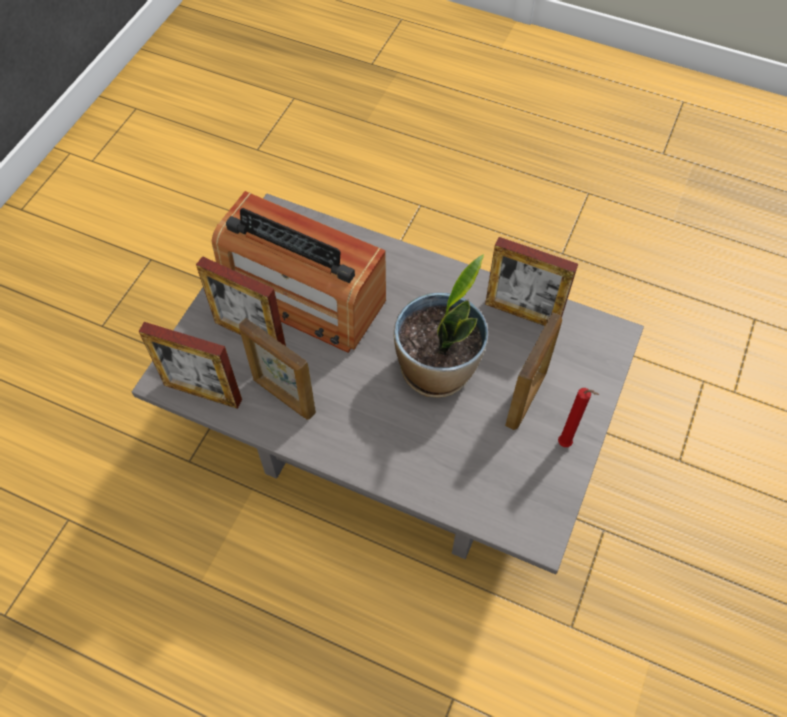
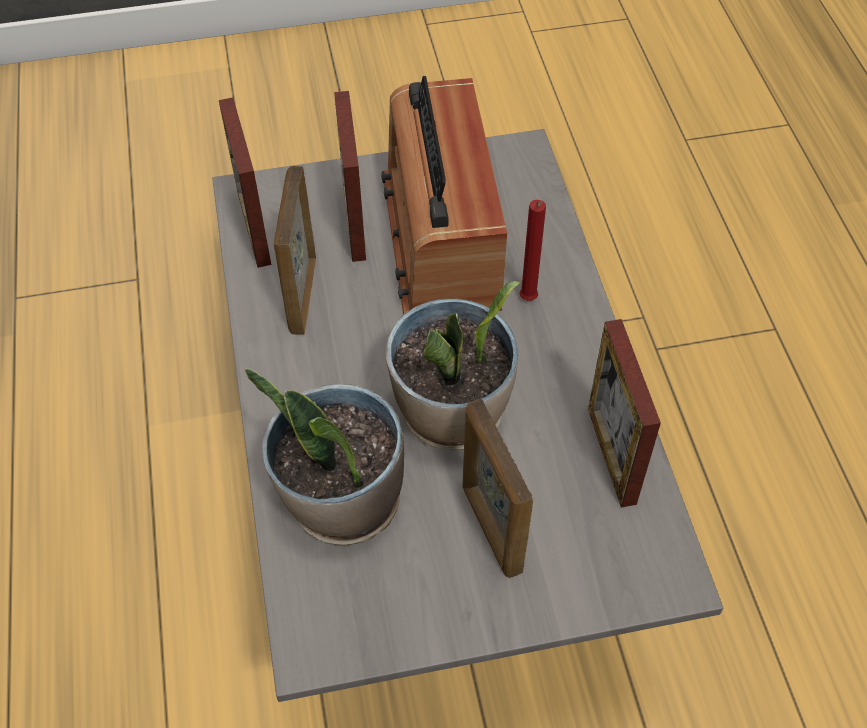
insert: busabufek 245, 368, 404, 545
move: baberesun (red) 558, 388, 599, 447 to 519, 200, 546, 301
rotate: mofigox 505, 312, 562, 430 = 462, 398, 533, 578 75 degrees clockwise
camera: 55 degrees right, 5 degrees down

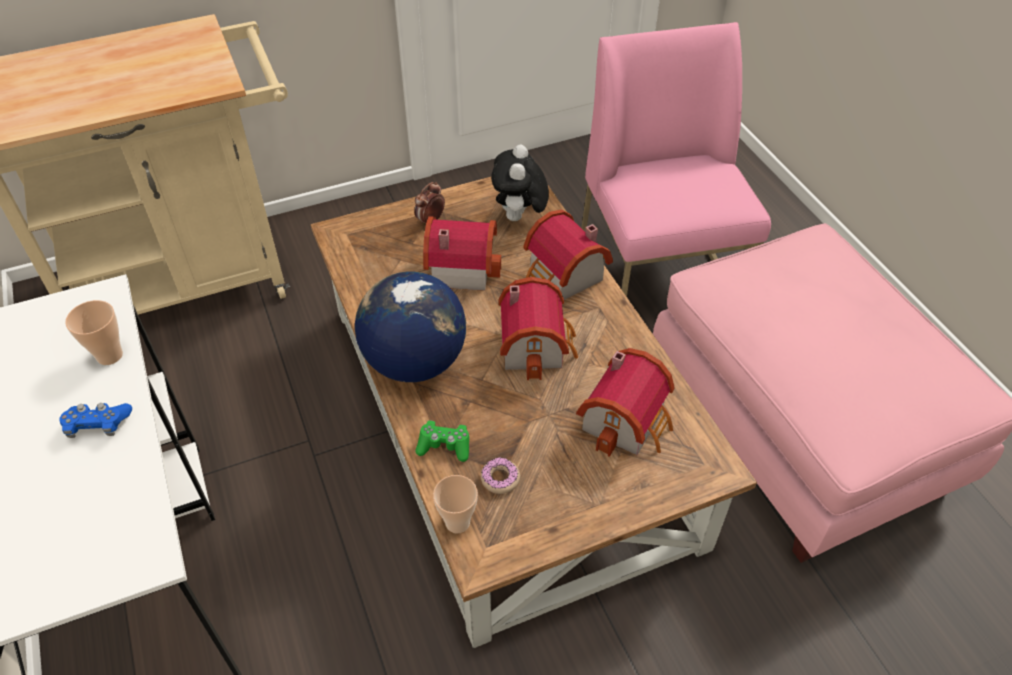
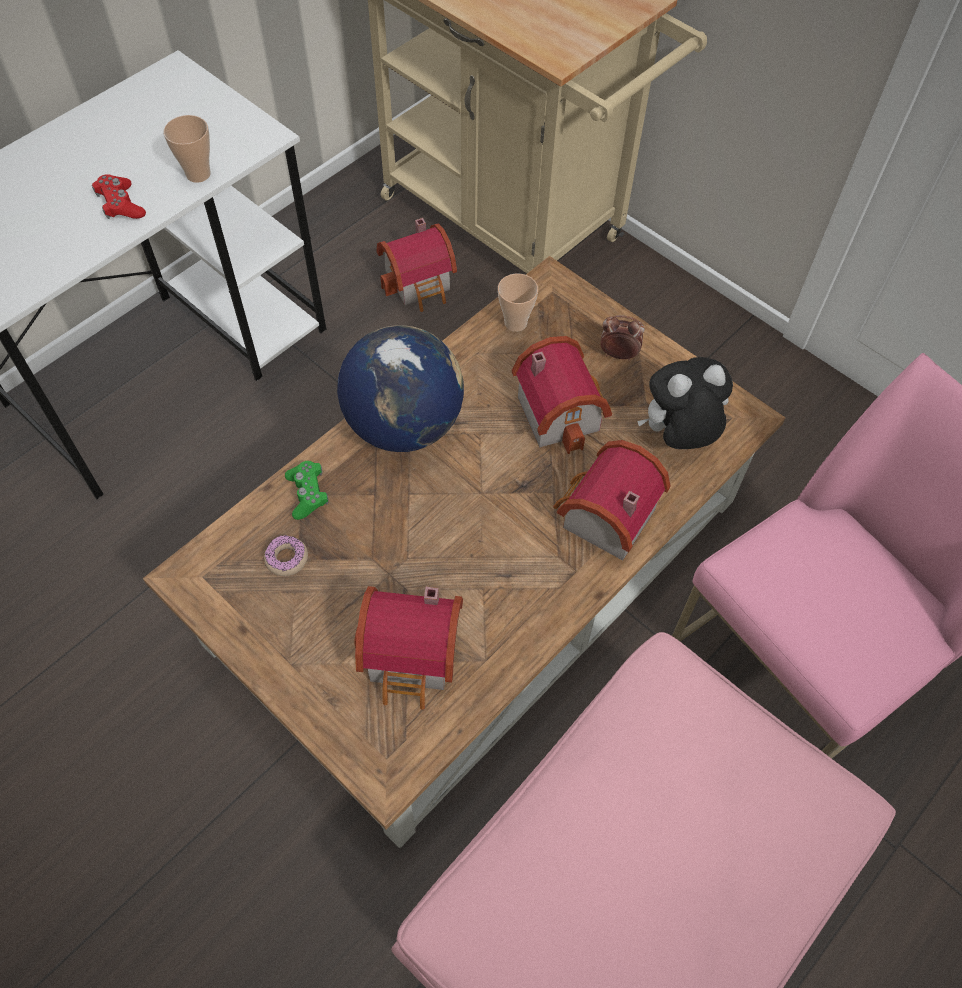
move: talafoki 499, 277, 578, 380 to 376, 218, 457, 312; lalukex 433, 475, 478, 533 to 498, 274, 538, 332
recolor: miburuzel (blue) 59, 403, 132, 438 to miburuzel (red) 92, 174, 146, 219
camera: 65 degrees right, 10 degrees up

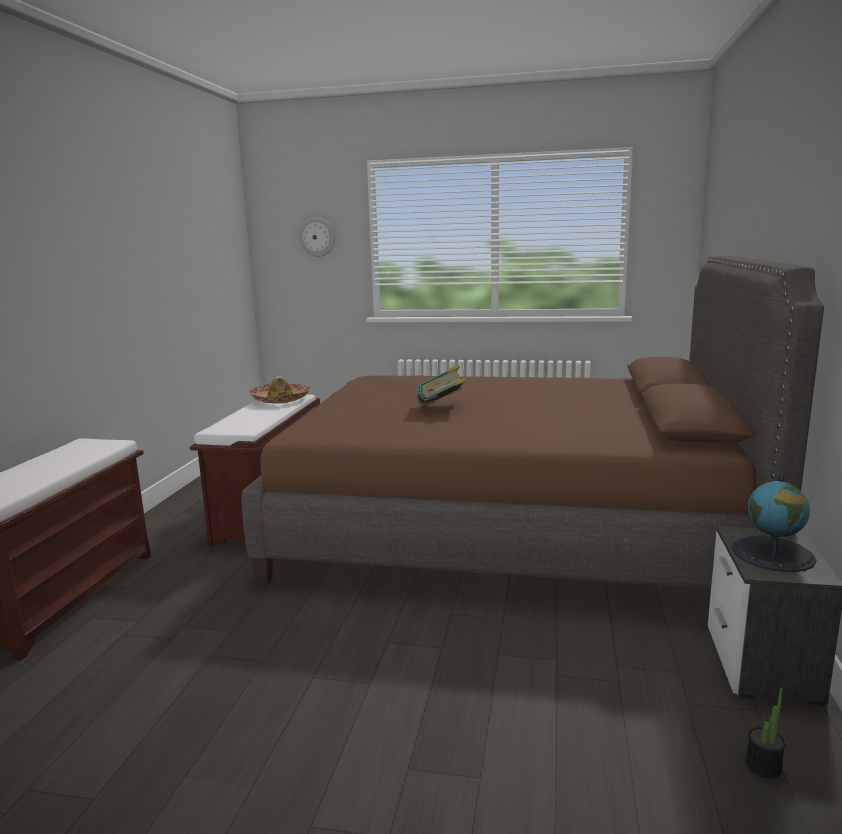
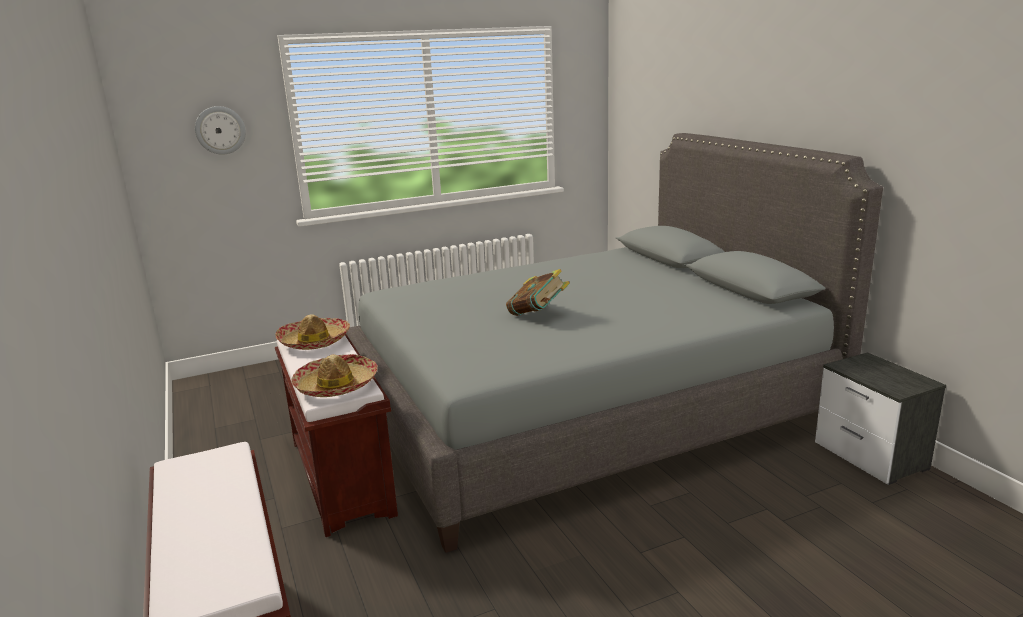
delete: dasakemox 732, 471, 816, 572; busabufek 745, 687, 786, 779
insert: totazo 291, 354, 377, 397
recolor: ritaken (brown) 241, 255, 824, 589 to ritaken (grey) 346, 133, 883, 553
camera: 35 degrees left, 5 degrees up

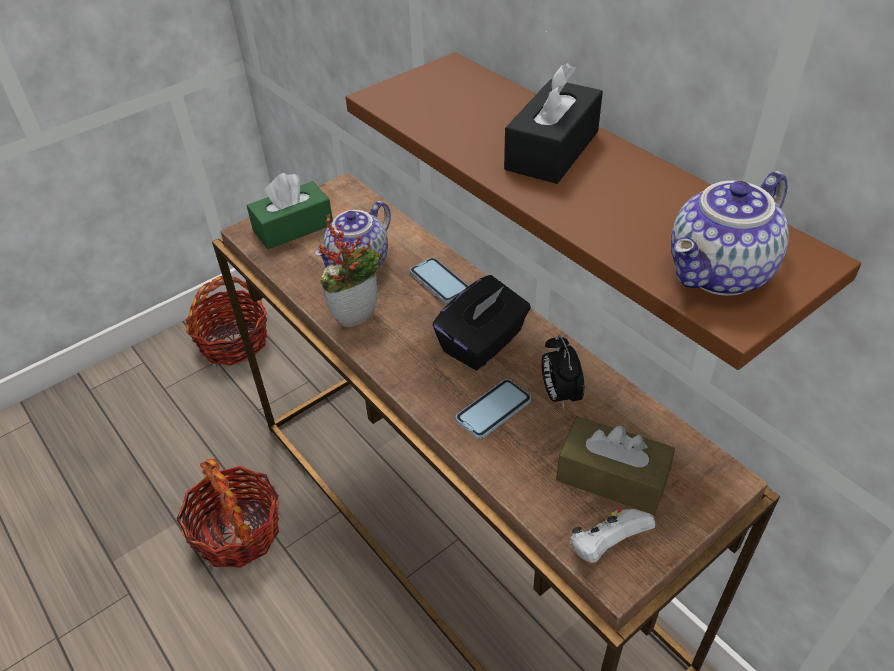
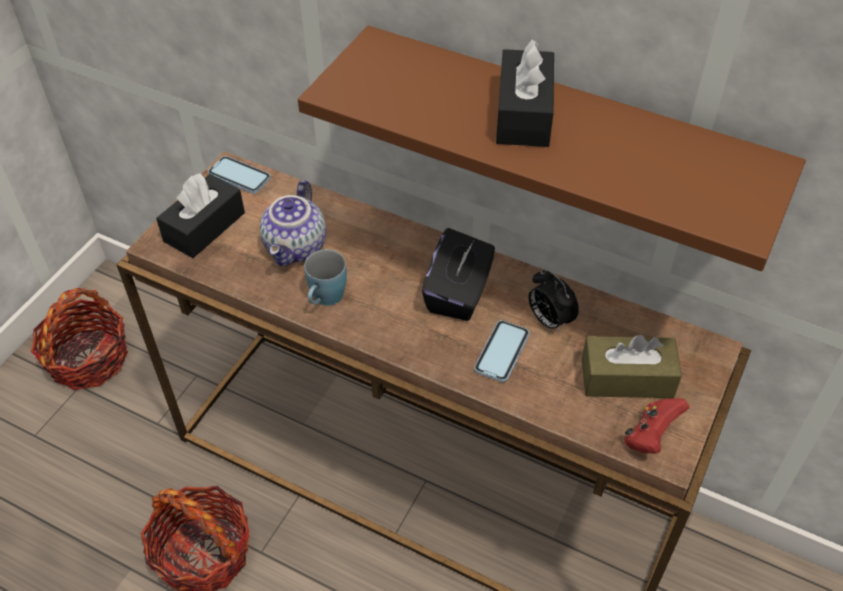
delete: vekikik 671, 171, 789, 296
move: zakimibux 410, 258, 469, 303 to 208, 156, 271, 194
replace: busabufek 319, 214, 381, 328 to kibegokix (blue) 304, 249, 347, 306
recolor: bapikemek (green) 247, 173, 333, 250 to bapikemek (black) 156, 173, 245, 258; miburuzel (white) 570, 509, 656, 563 to miburuzel (red) 624, 398, 689, 453
camera: 25 degrees left, 5 degrees up

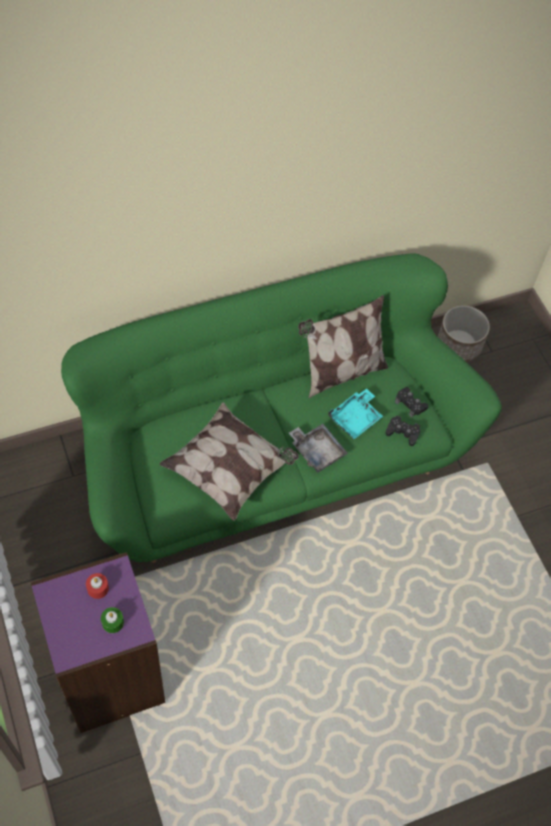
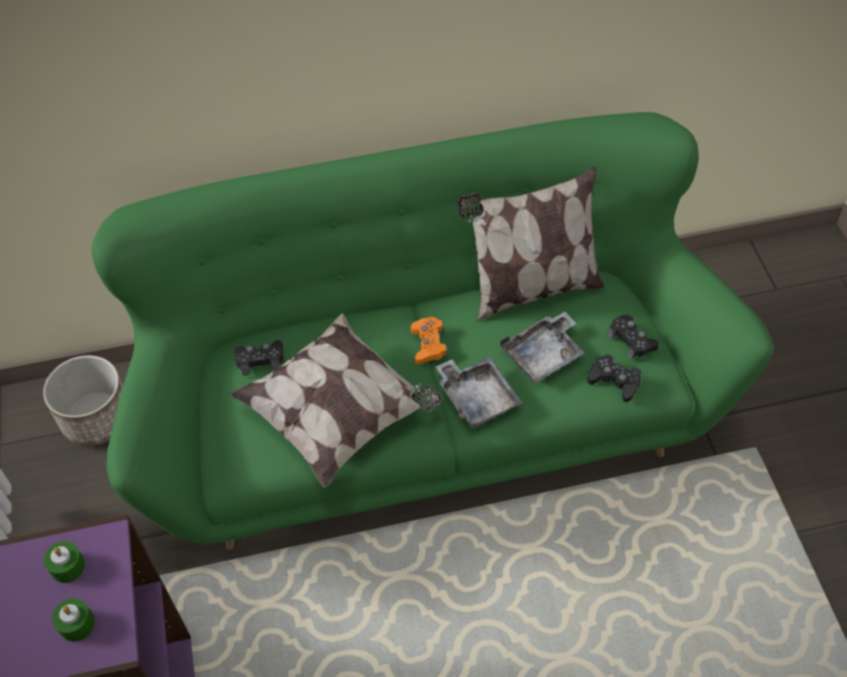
insert: miburuzel (orange) 411, 317, 447, 364; miburuzel (black) 235, 340, 284, 376
move: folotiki 438, 305, 490, 362 to 43, 355, 123, 446
recolor: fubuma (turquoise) 328, 388, 383, 439 to fubuma (grey) 500, 312, 585, 383; baberesun (red) 86, 573, 109, 599 to baberesun (green) 44, 541, 85, 583
camera: 15 degrees right, 5 degrees down

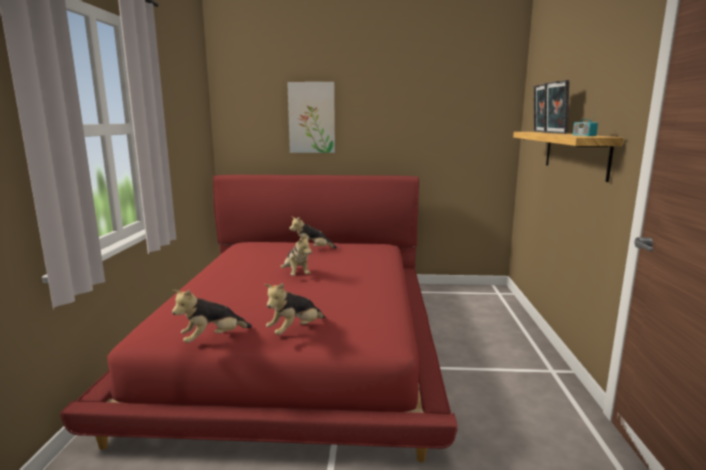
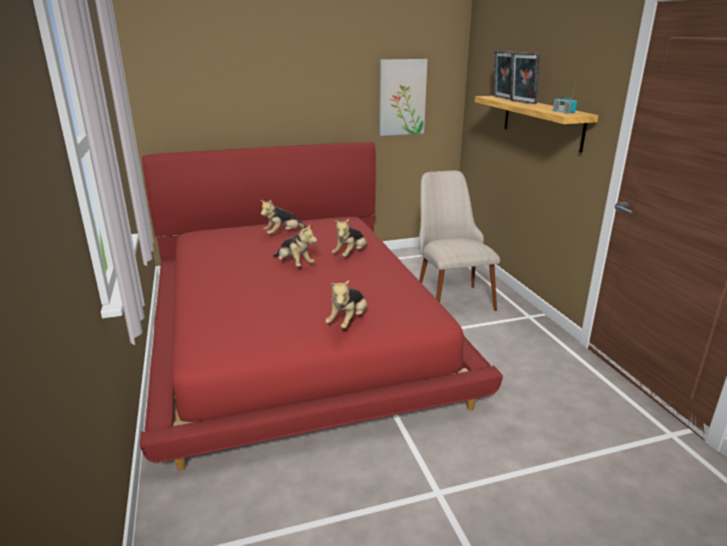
insert: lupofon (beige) 419, 171, 500, 311
move: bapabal 287, 82, 335, 153 to 379, 59, 427, 136; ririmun 172, 289, 252, 343 to 332, 219, 367, 257
camera: 20 degrees left, 10 degrees up

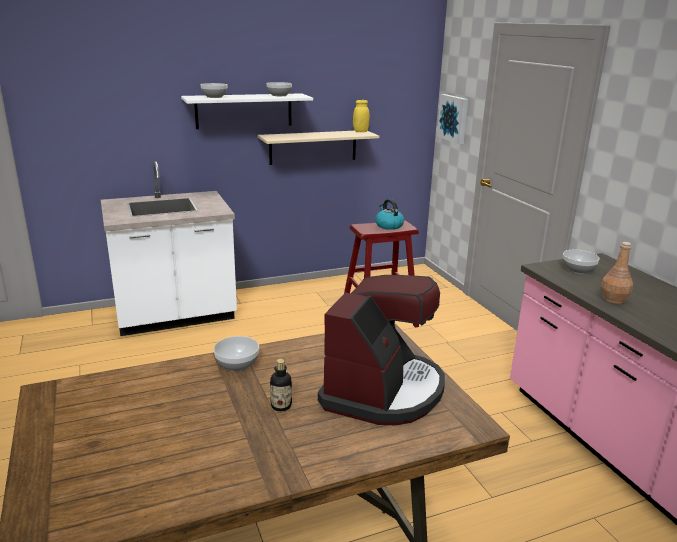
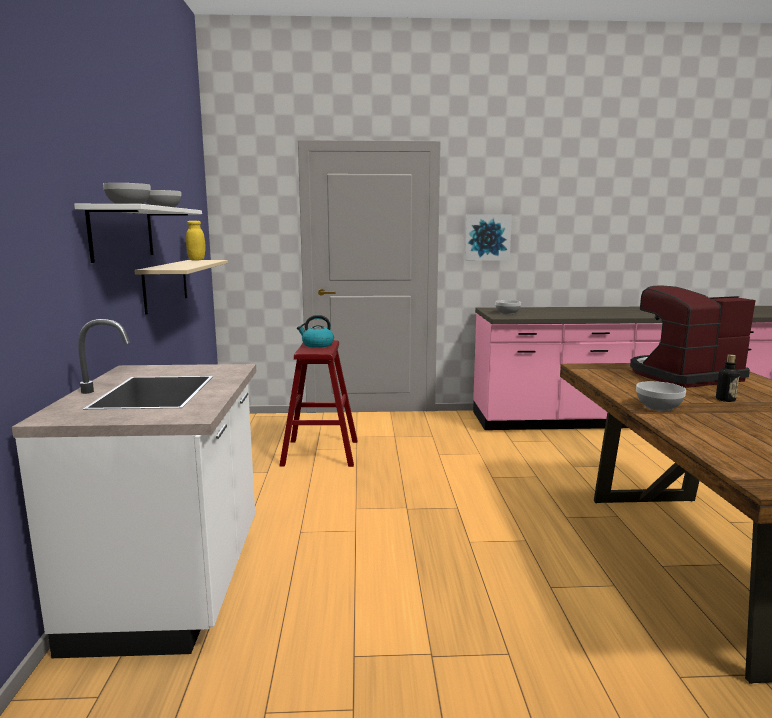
delete: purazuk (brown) 601, 242, 633, 304
move: bapabal 437, 94, 468, 144 to 464, 214, 512, 261
rotate: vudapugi 318, 275, 445, 425 = 630, 286, 756, 388 60 degrees counterclockwise
camera: 70 degrees left, 10 degrees down

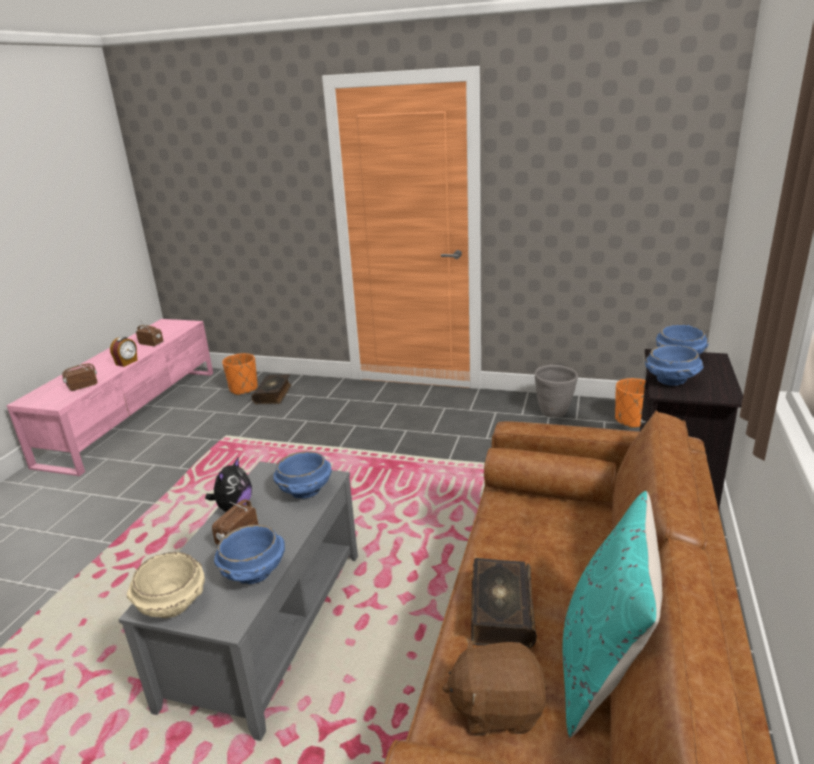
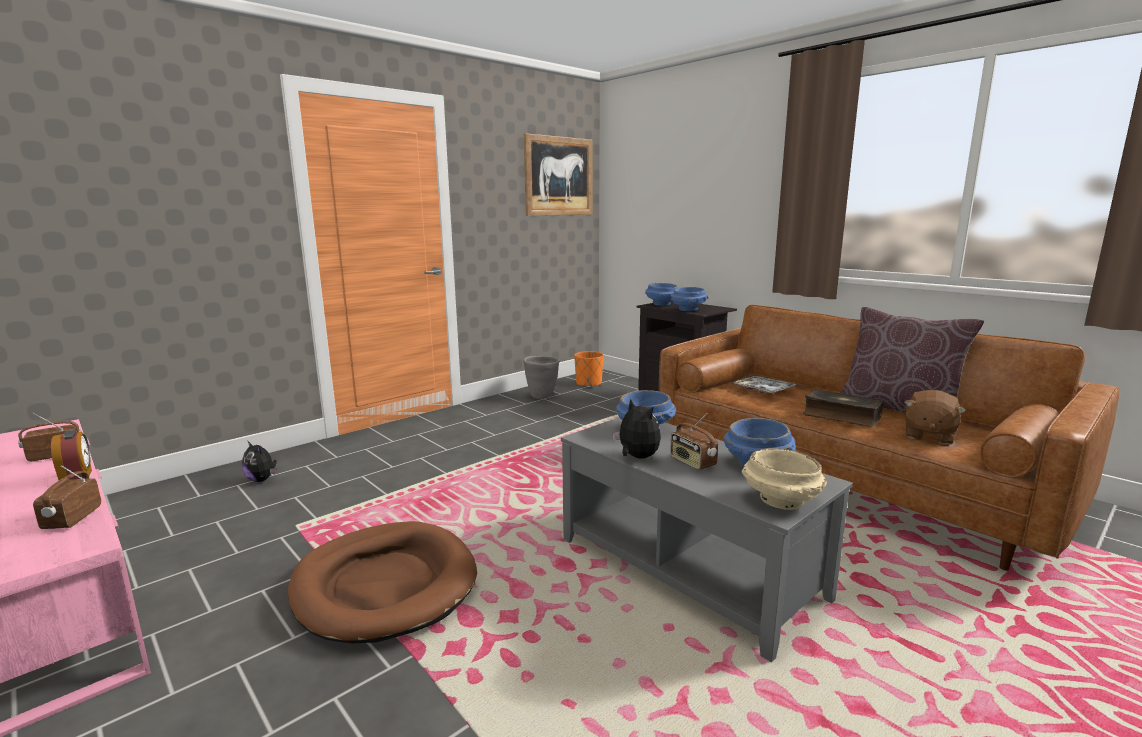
delete: folotiki (orange) 222, 353, 258, 395
insert: bapabal 524, 133, 593, 216; fubuma 732, 376, 797, 393; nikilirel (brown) 288, 521, 477, 643
replace: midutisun 252, 374, 292, 404 to ririmun 242, 440, 277, 482
recolor: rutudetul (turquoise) 563, 491, 662, 738 to rutudetul (brown) 840, 307, 984, 412
camera: 60 degrees left, 10 degrees down

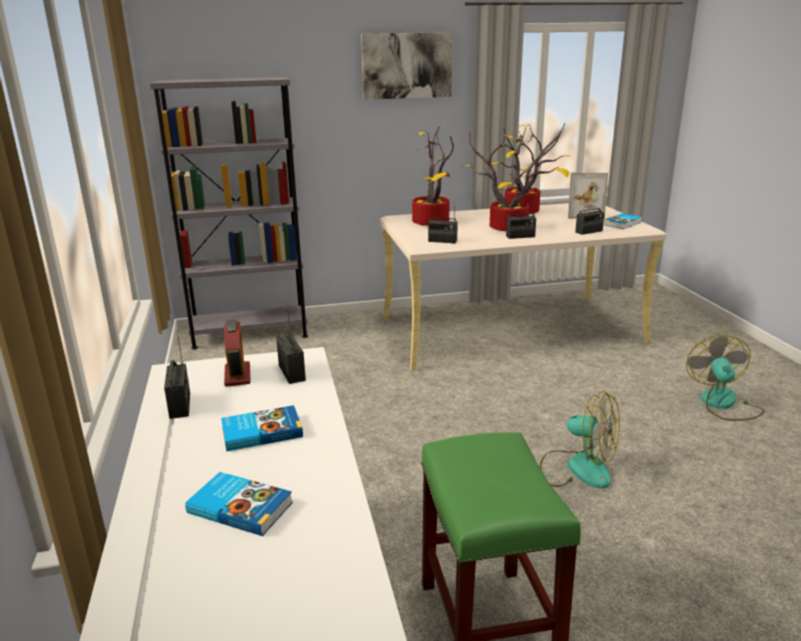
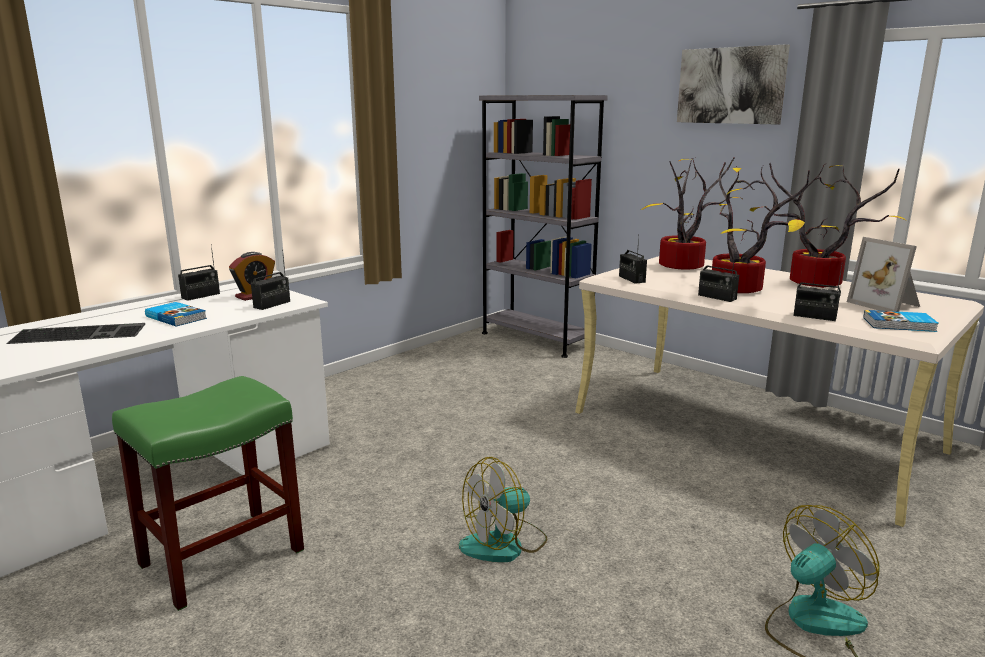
replace: midutisun 185, 472, 293, 536 to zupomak 6, 323, 145, 344
rotate: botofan 540, 391, 620, 489 = 459, 457, 547, 562 60 degrees clockwise
camera: 55 degrees right, 5 degrees down

